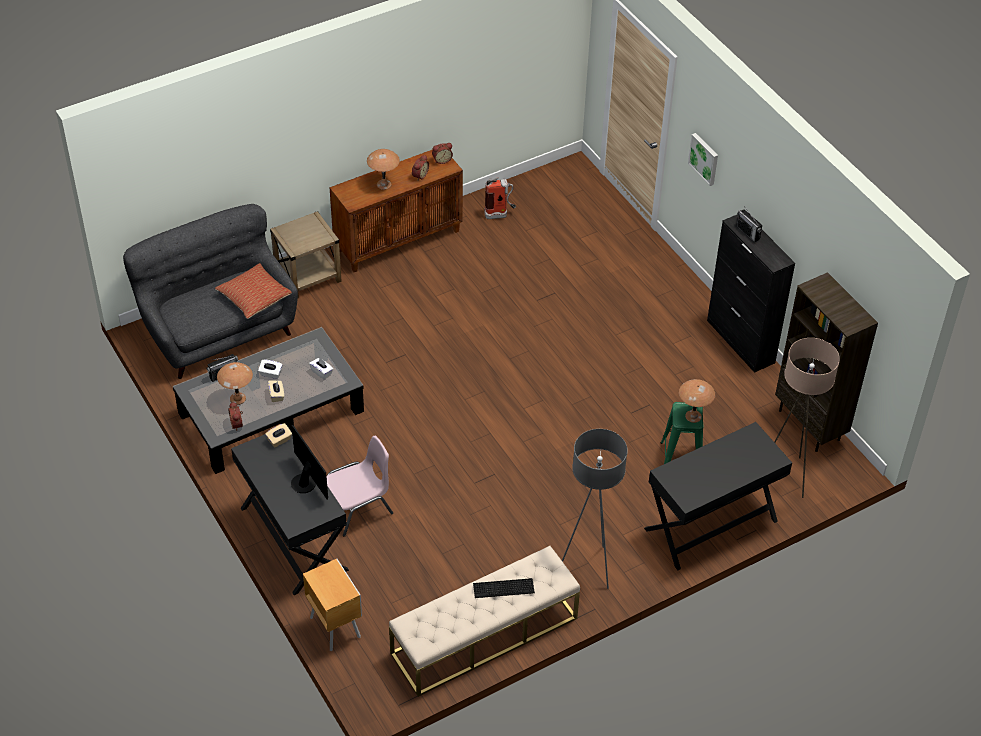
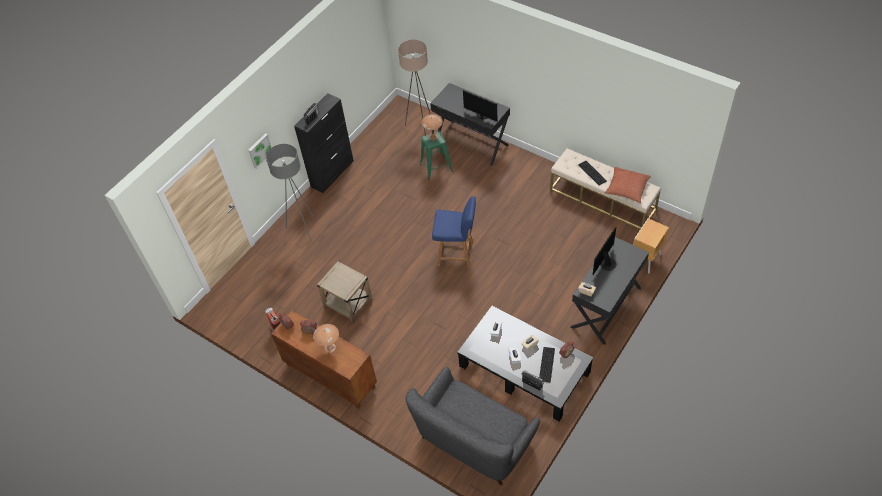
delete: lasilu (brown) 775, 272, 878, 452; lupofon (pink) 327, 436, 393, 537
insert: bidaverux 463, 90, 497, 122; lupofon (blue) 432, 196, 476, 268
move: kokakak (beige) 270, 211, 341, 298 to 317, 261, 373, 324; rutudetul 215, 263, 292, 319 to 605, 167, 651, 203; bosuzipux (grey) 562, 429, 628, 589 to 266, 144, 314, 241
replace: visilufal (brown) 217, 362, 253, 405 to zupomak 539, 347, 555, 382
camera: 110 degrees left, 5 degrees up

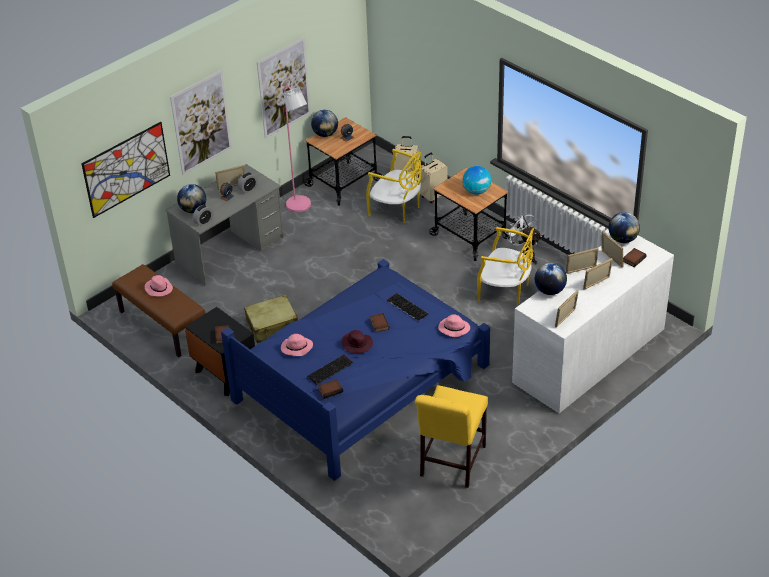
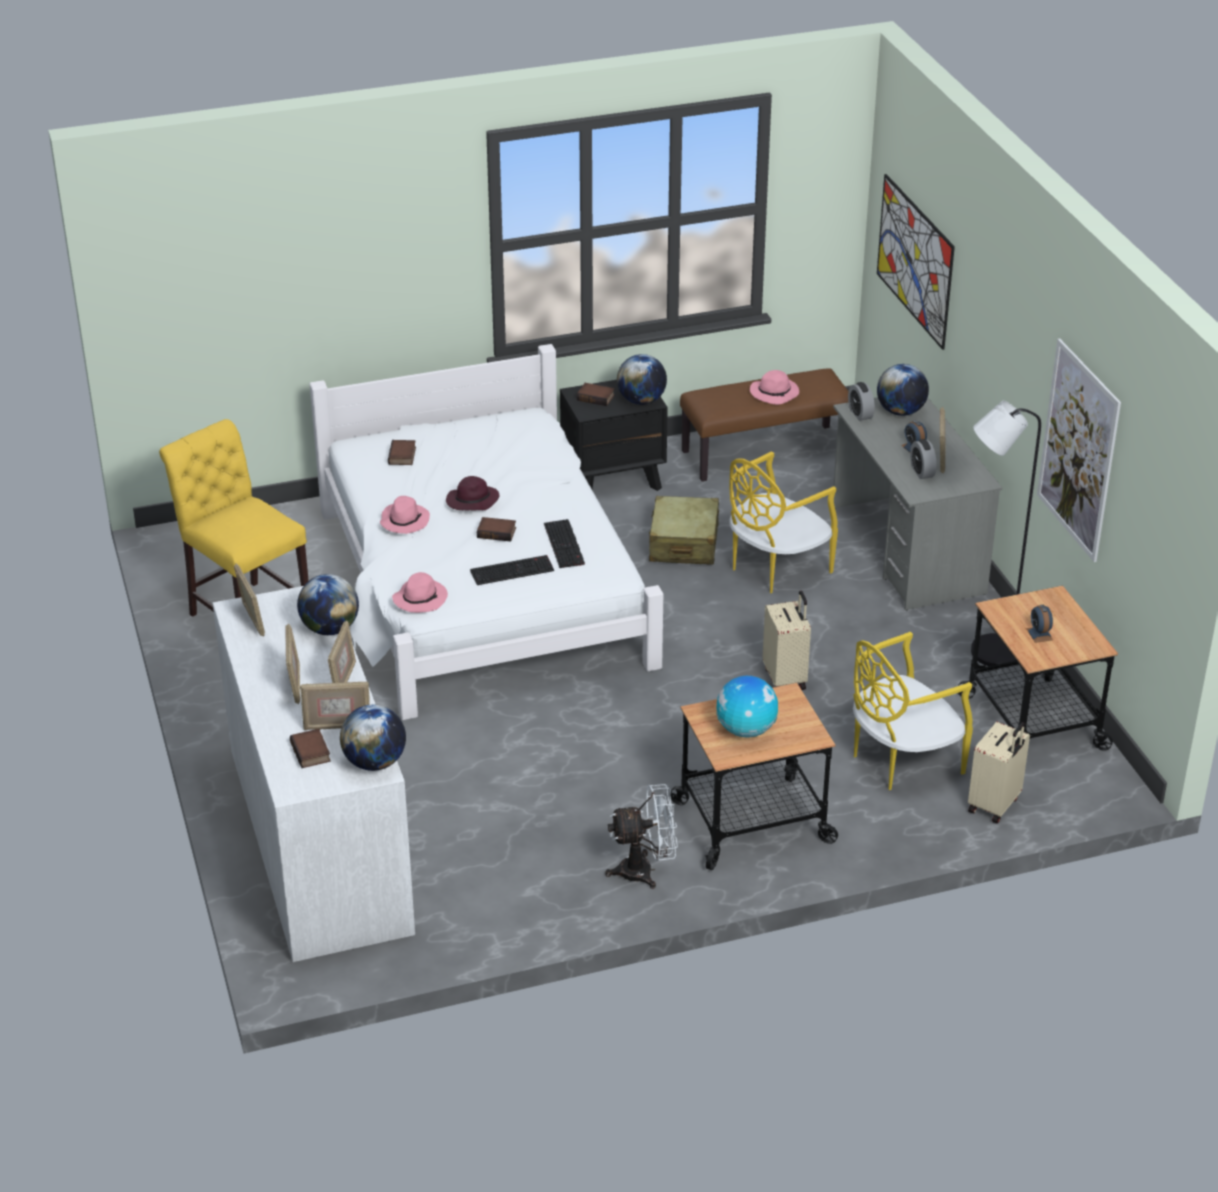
delete: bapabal 170, 70, 232, 175
move: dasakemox 311, 110, 338, 137 to 617, 354, 667, 405; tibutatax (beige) 419, 153, 447, 203 to 762, 591, 811, 690; lupofon (yellow) 477, 227, 534, 304 to 729, 451, 838, 593; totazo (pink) 281, 334, 313, 356 to 380, 496, 430, 534; zupomak 307, 355, 353, 385 to 544, 519, 585, 568
recolor: bosuzipux (pink) 283, 86, 311, 212 to bosuzipux (black) 971, 401, 1041, 667; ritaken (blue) 221, 259, 490, 481 to ritaken (white) 309, 344, 663, 720
camera: 115 degrees right, 5 degrees down

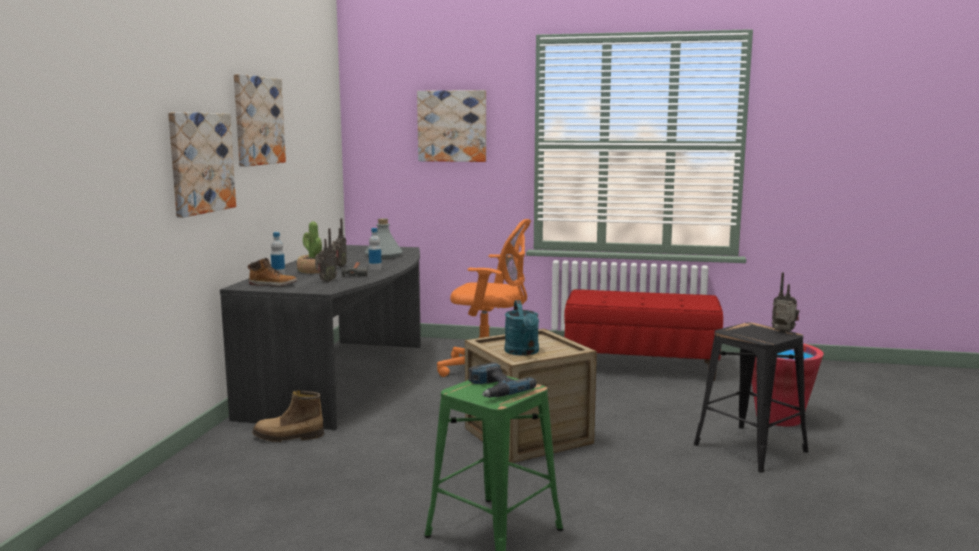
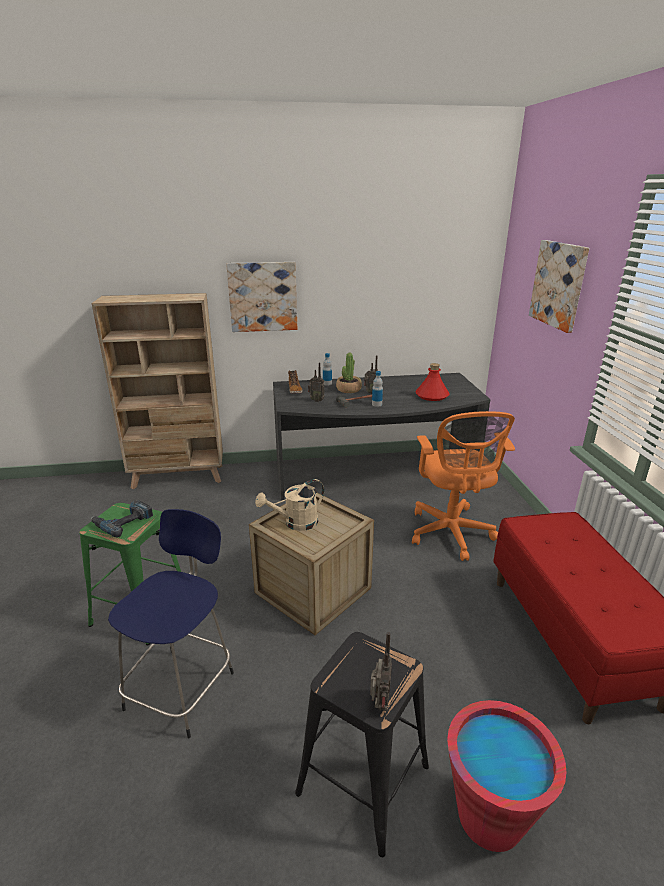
delete: bapabal 234, 74, 286, 167; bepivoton 252, 390, 324, 442
insert: lasilu (beige) 92, 293, 223, 489; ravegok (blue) 108, 509, 234, 739
recolor: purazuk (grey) 365, 218, 403, 259 to purazuk (red) 415, 363, 450, 401; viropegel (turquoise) 505, 300, 539, 356 to viropegel (beige) 255, 479, 324, 531
camera: 70 degrees right, 15 degrees up

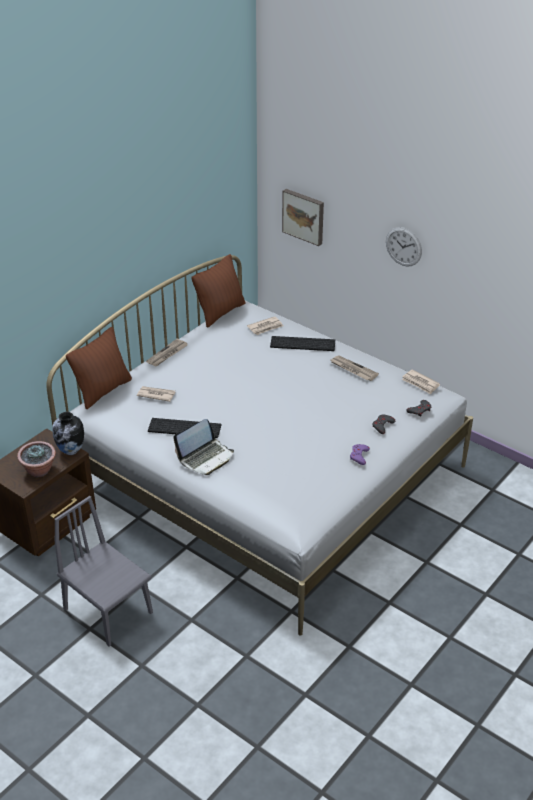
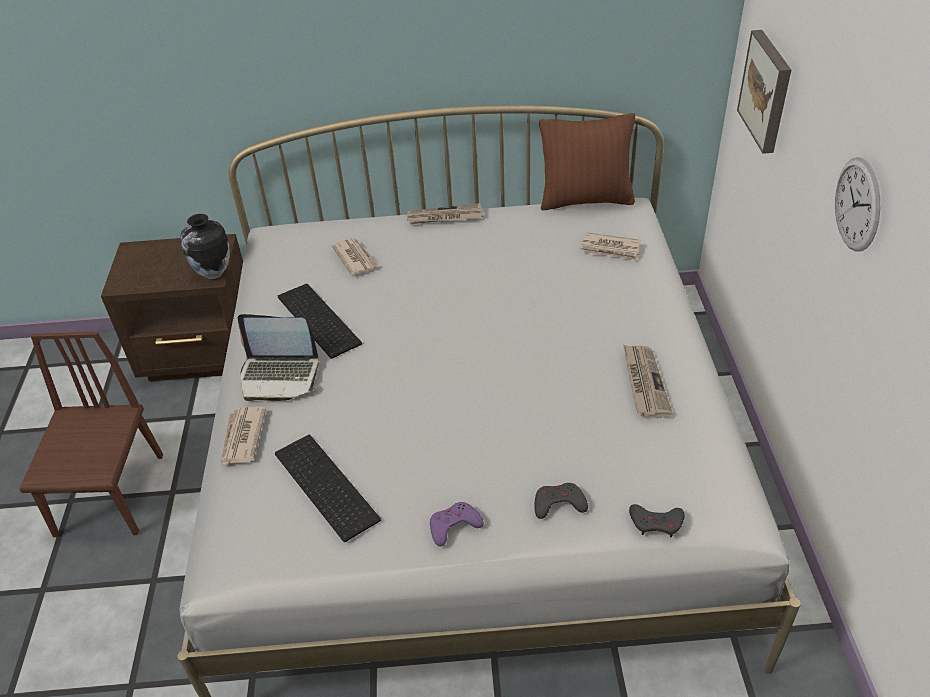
delete: rutudetul (brown) 66, 327, 132, 409; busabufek 17, 441, 56, 477
move: zupomak 270, 336, 335, 351 to 275, 435, 381, 542; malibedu 402, 369, 440, 394 to 221, 407, 266, 465
recolor: lupofon (grey) 54, 496, 153, 647 to lupofon (brown) 19, 332, 163, 537
camera: 50 degrees right, 5 degrees up

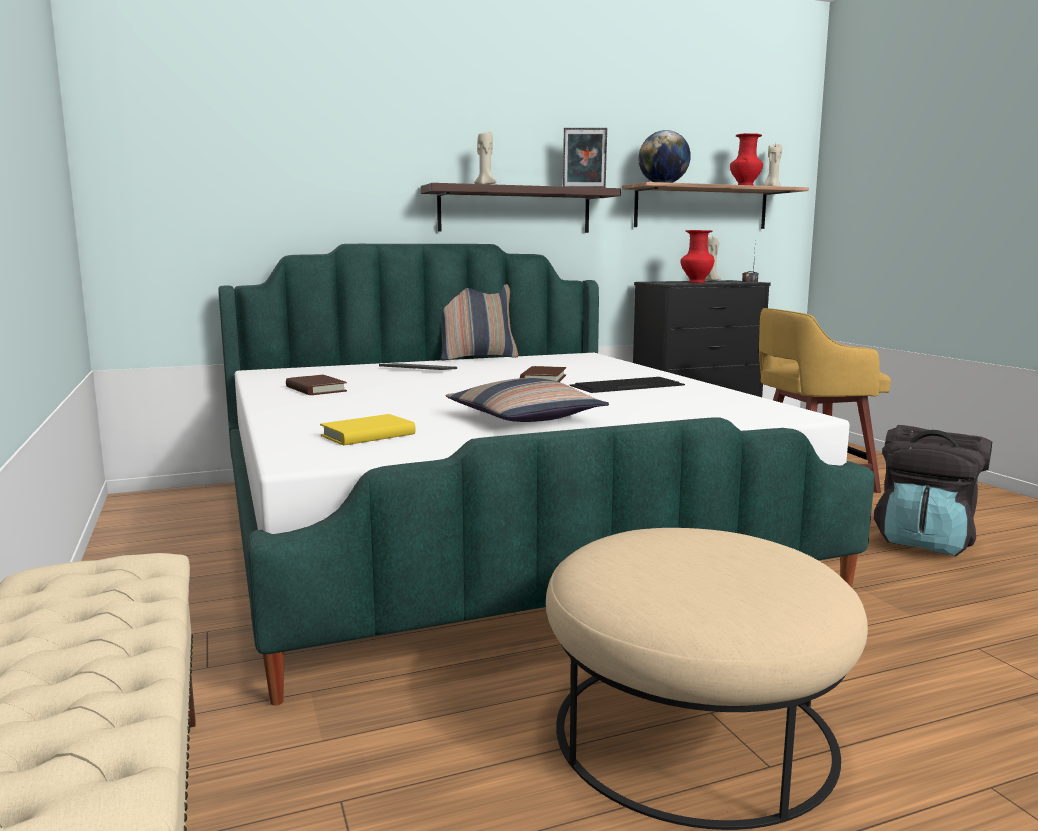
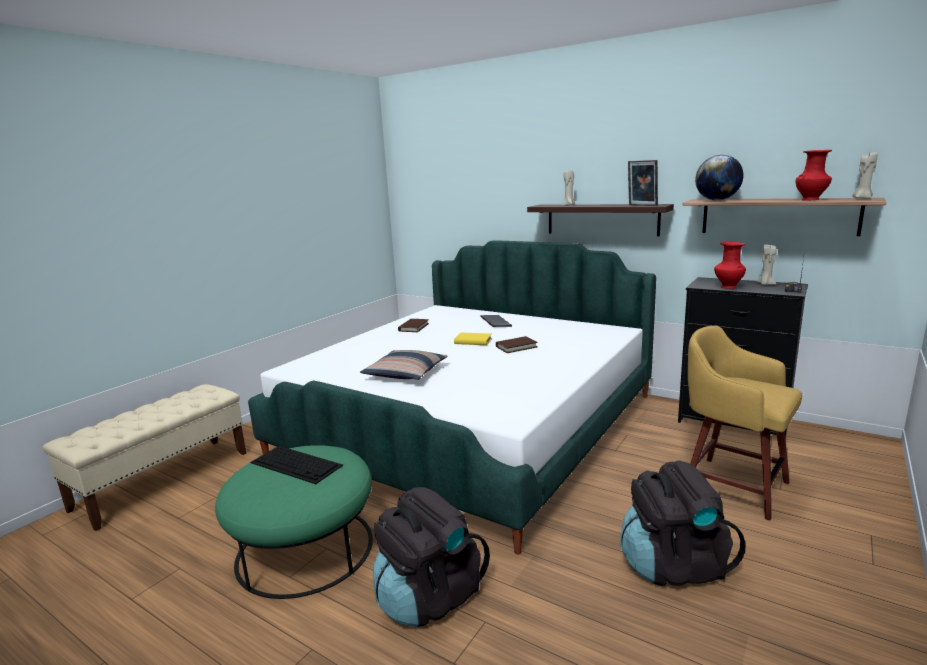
delete: rutudetul 441, 284, 518, 360
insert: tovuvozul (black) 373, 487, 490, 627
move: zupomak 570, 377, 685, 393 to 250, 446, 343, 484; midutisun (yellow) 320, 414, 415, 445 to 454, 332, 492, 345
recolor: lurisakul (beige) 546, 528, 868, 830 to lurisakul (green) 215, 445, 373, 599
camera: 55 degrees right, 5 degrees up

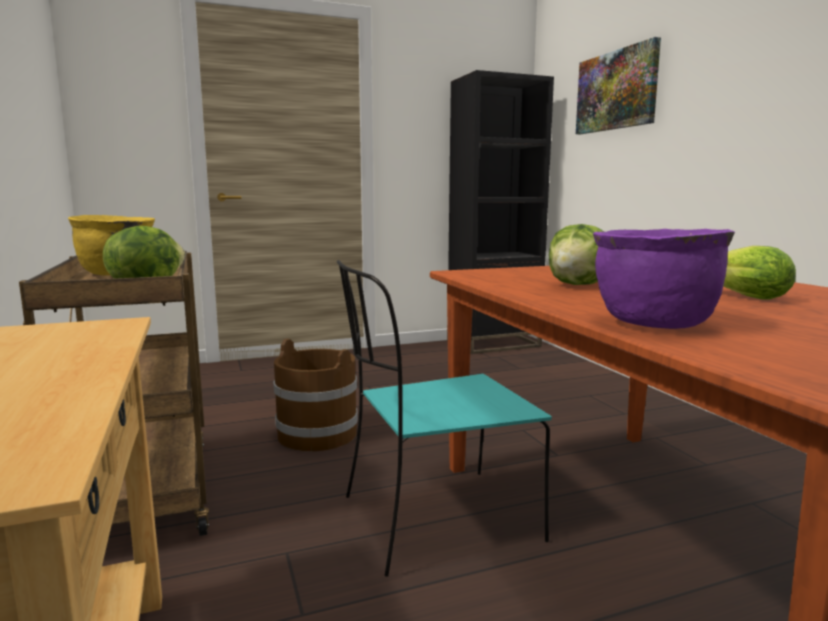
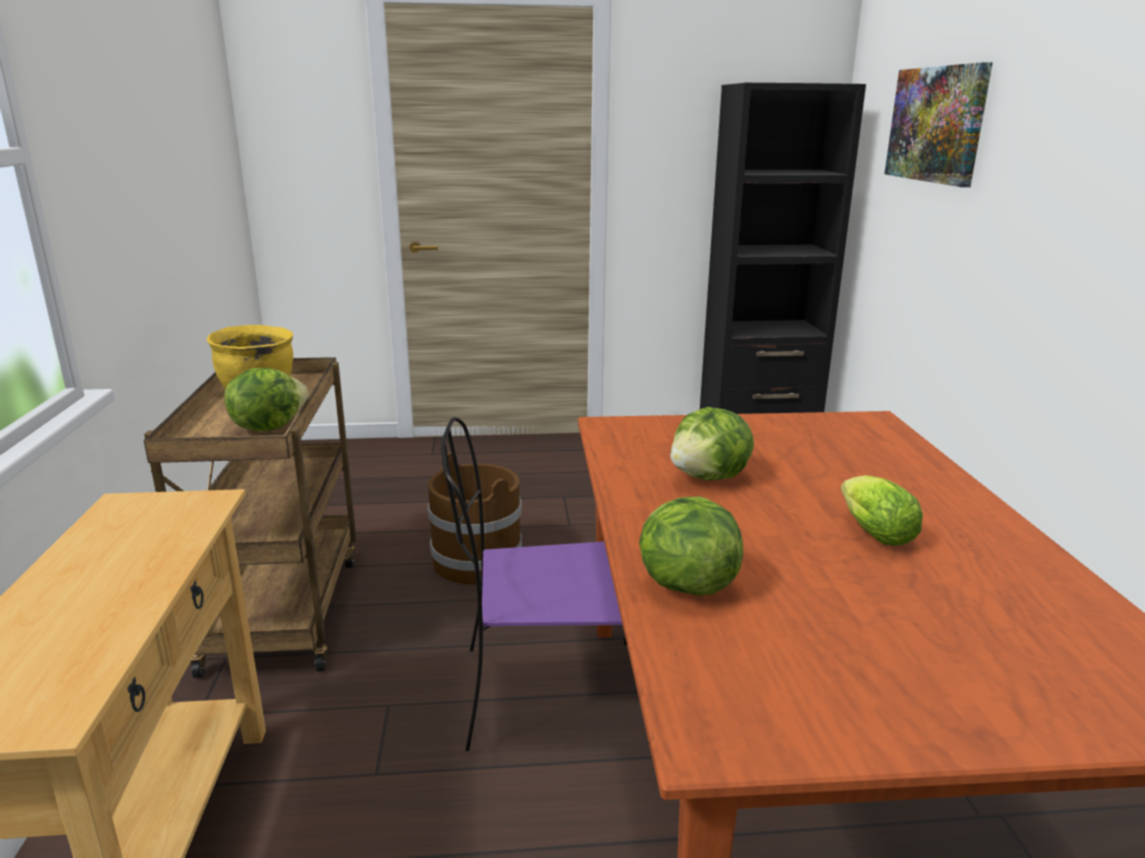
replace: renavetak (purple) 593, 229, 735, 329 to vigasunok 639, 497, 743, 596
recolor: lupofon (turquoise) 337, 260, 552, 577 to lupofon (purple) 440, 417, 649, 751
camera: 15 degrees right, 10 degrees up

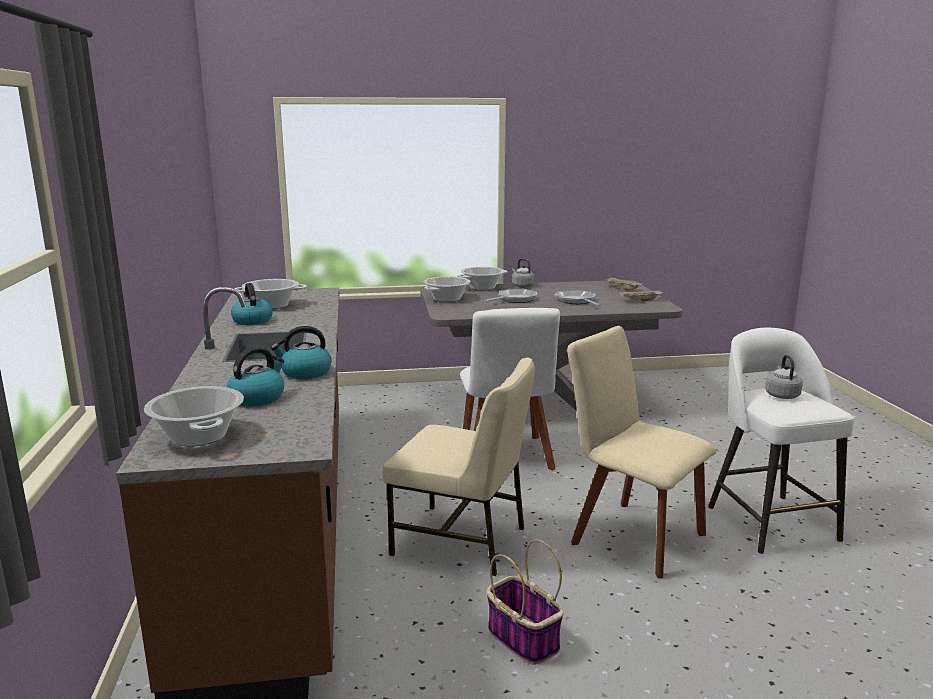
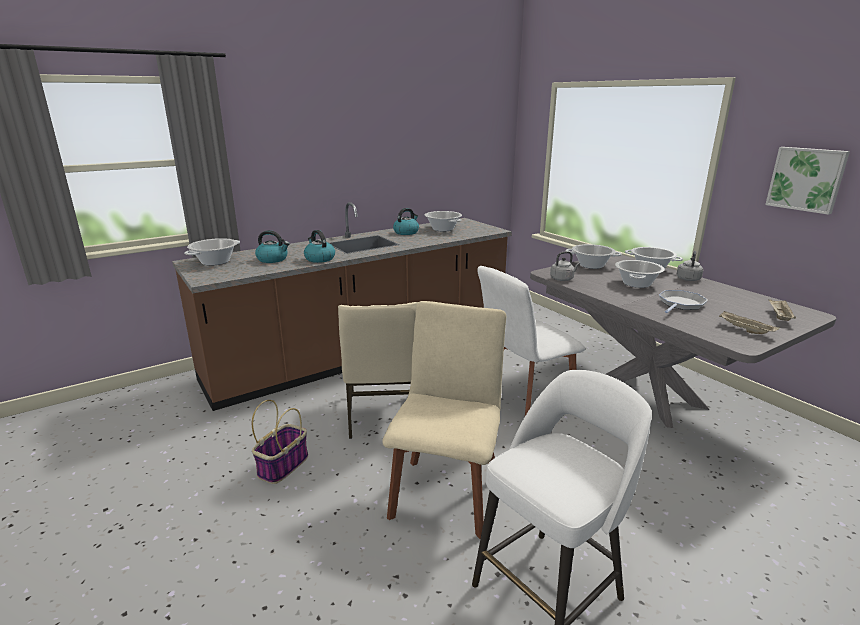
insert: bapabal 765, 147, 850, 215
move: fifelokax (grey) 765, 355, 803, 399 to 550, 251, 580, 281
replace: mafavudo 484, 289, 537, 303 to renavetak 615, 260, 665, 288
camera: 65 degrees right, 5 degrees up

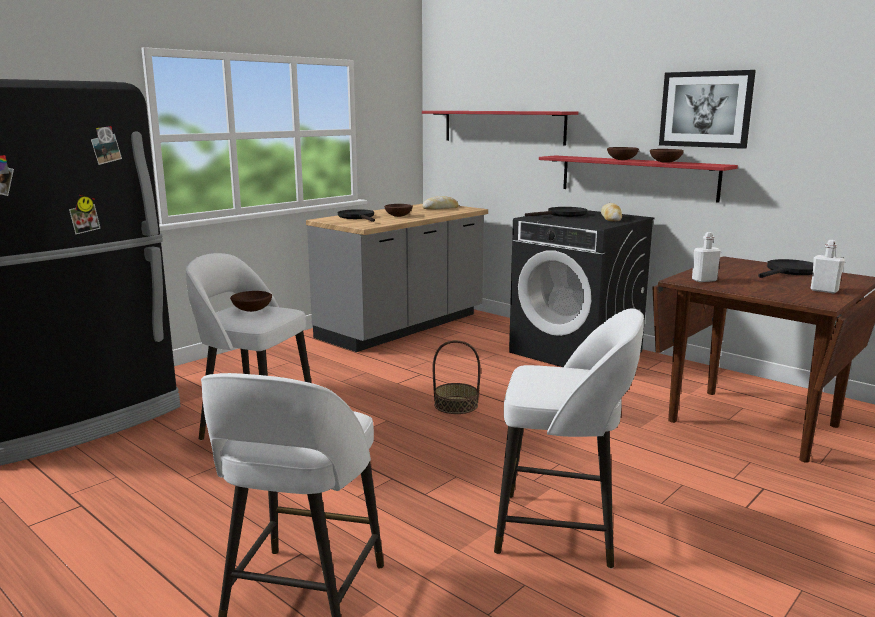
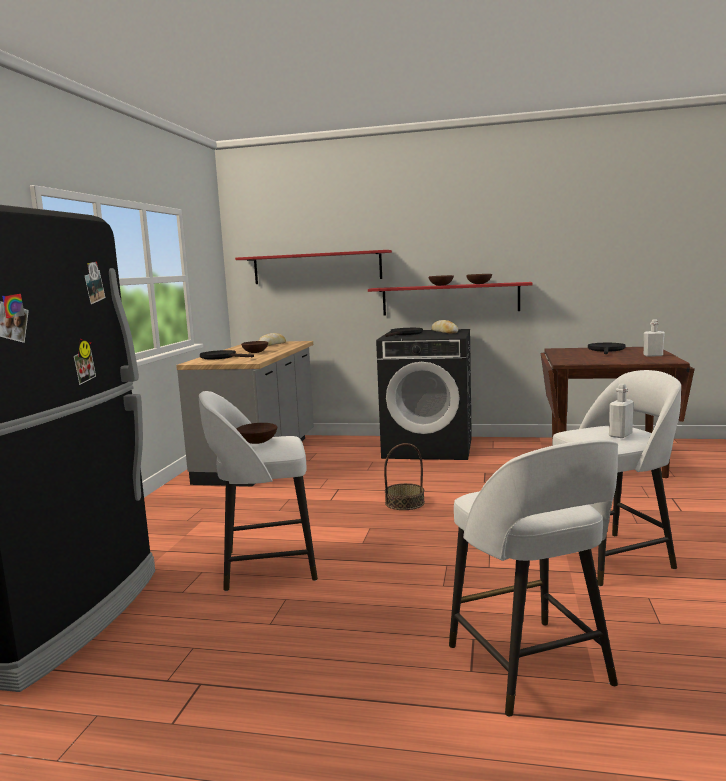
delete: bapabal 659, 70, 756, 149
move: purazuk (white) 692, 232, 721, 282 to 609, 384, 634, 438
camera: 30 degrees left, 5 degrees down

